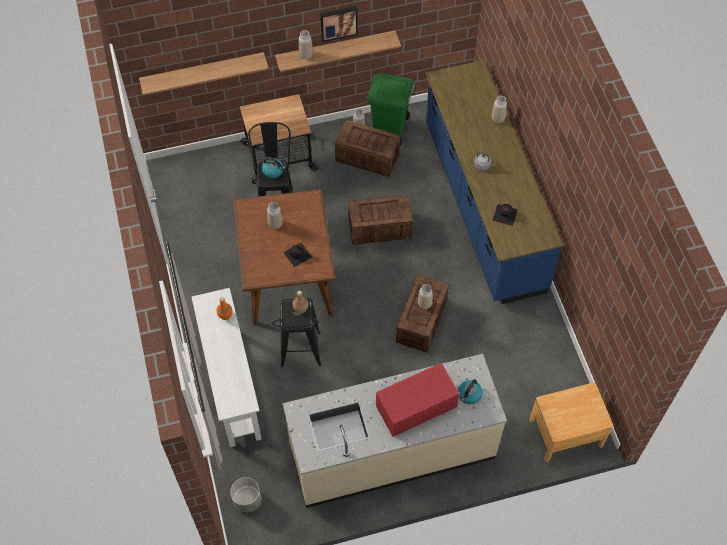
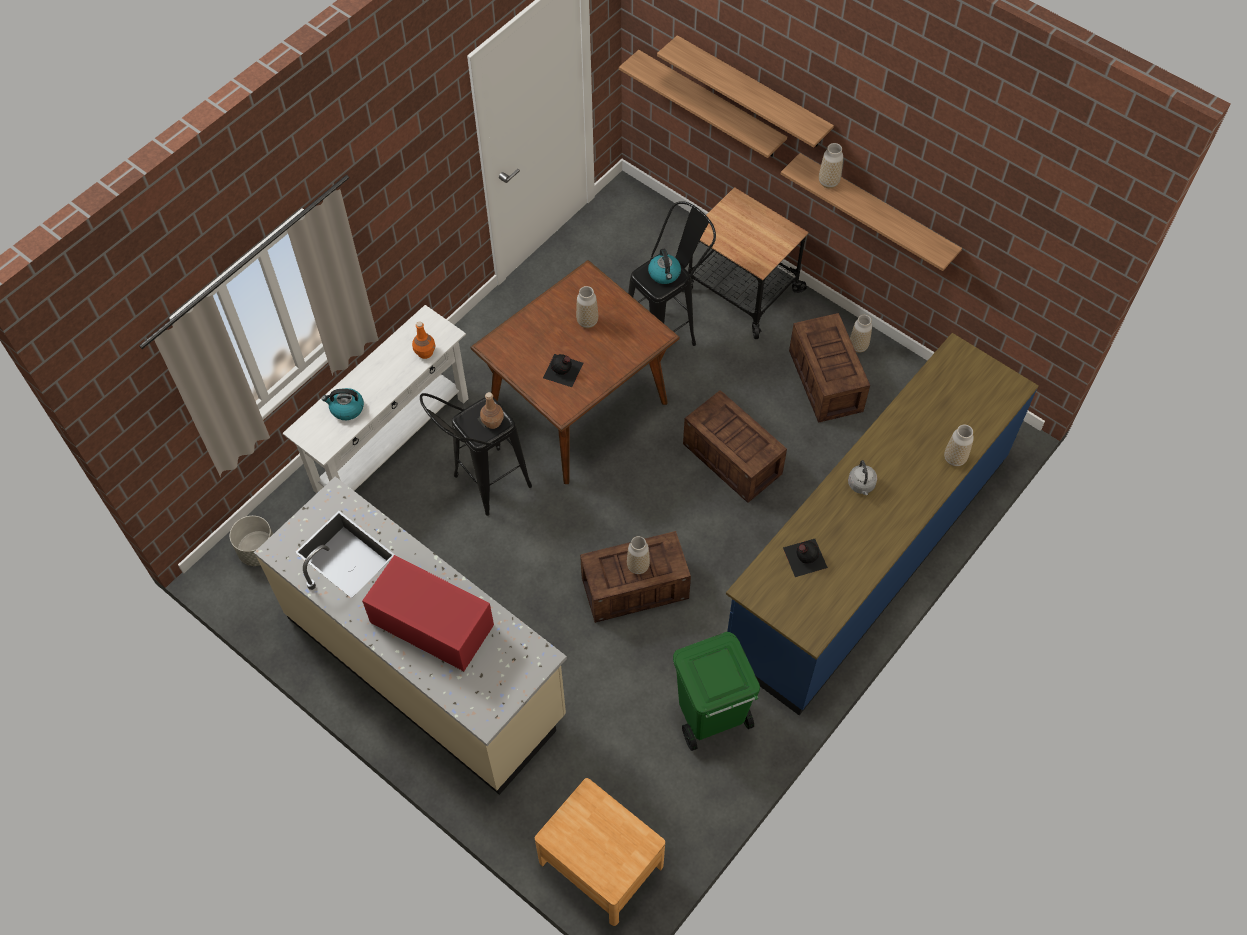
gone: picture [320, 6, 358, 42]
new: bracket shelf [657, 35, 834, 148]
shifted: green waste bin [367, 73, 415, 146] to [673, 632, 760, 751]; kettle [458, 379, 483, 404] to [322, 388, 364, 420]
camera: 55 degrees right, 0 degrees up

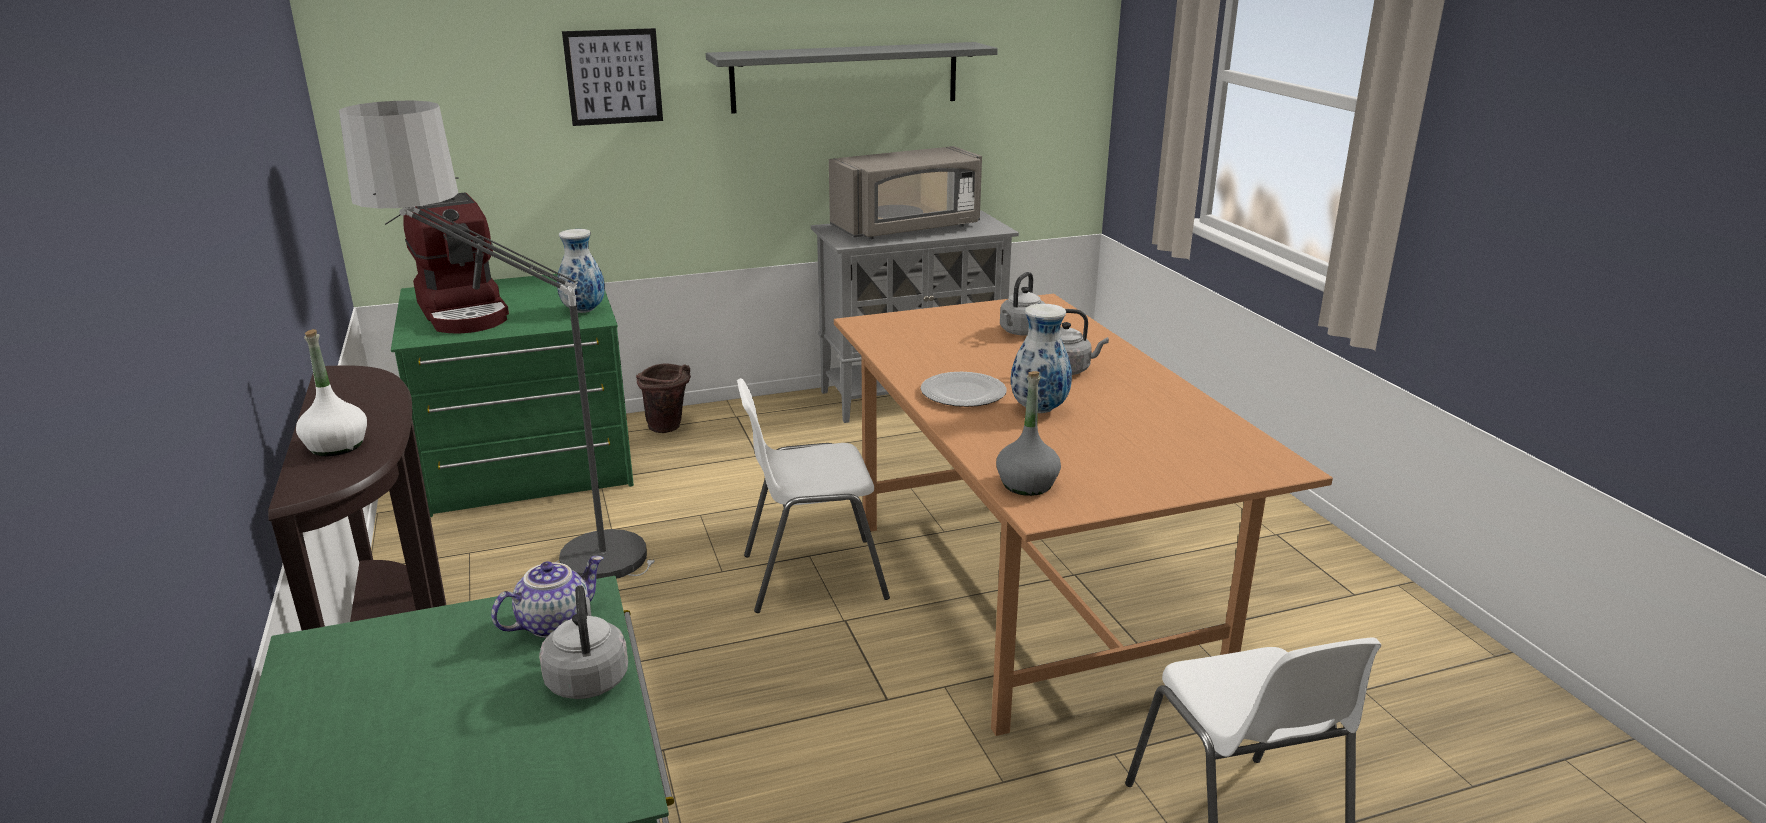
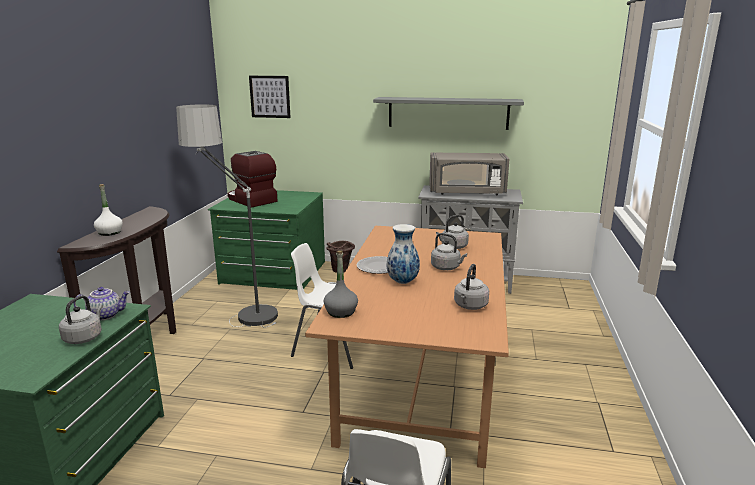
gone: decorative vase [557, 229, 605, 313]
new: gray kettle [454, 264, 489, 310]
shifted: picture [562, 28, 663, 126] to [249, 76, 291, 118]
rotated: coffee maker [403, 192, 509, 334] = [227, 151, 278, 208] 135 degrees clockwise
camera: 30 degrees right, 5 degrees down

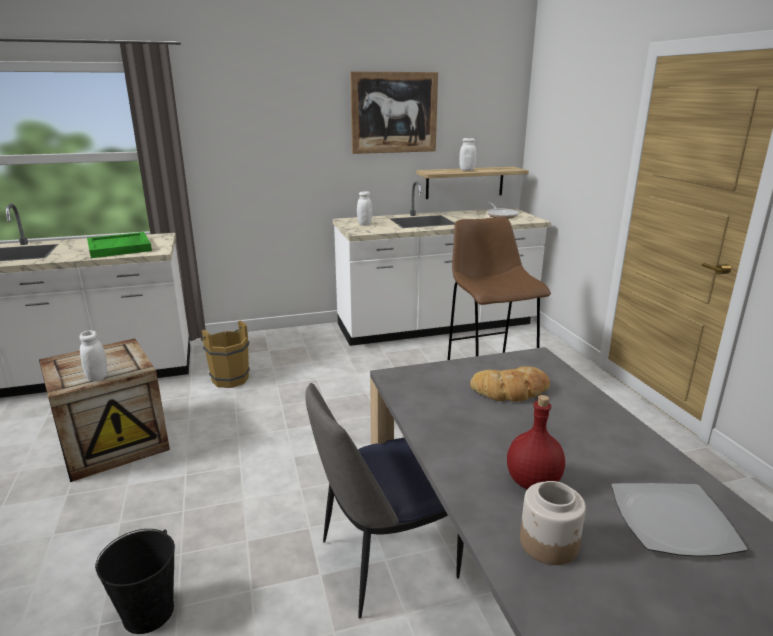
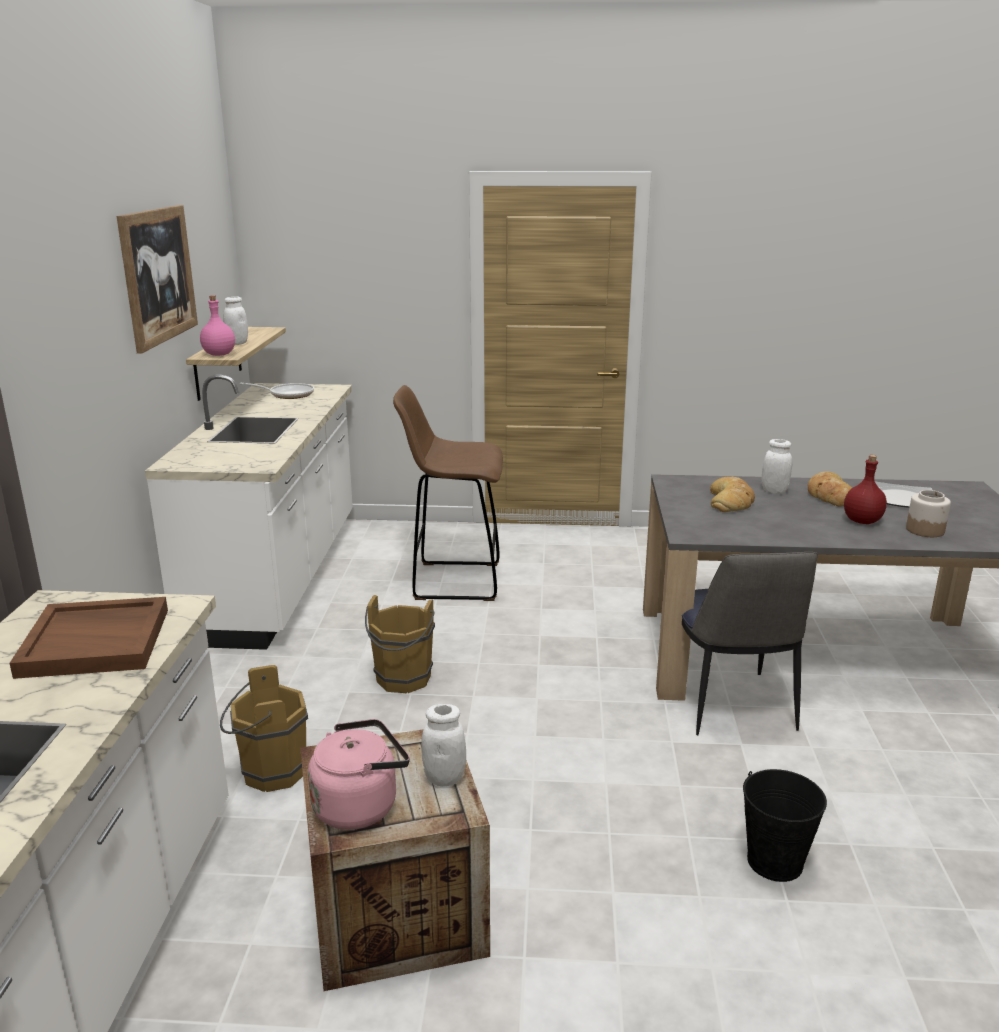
new: pink-coloured bottle [200, 295, 235, 356]; pink-coloured kettle [308, 719, 410, 830]; brownish pail [365, 595, 435, 693]; bakery bread [808, 471, 852, 506]
shifted: whitish jar [357, 191, 372, 226] to [762, 439, 793, 494]
repainted: green serving tray [87, 232, 152, 258] to brownish serving tray [9, 597, 168, 679]
camera: 70 degrees left, 0 degrees up

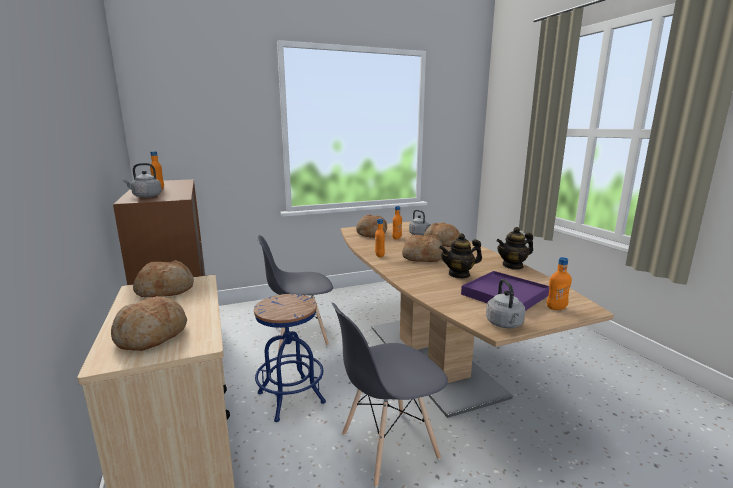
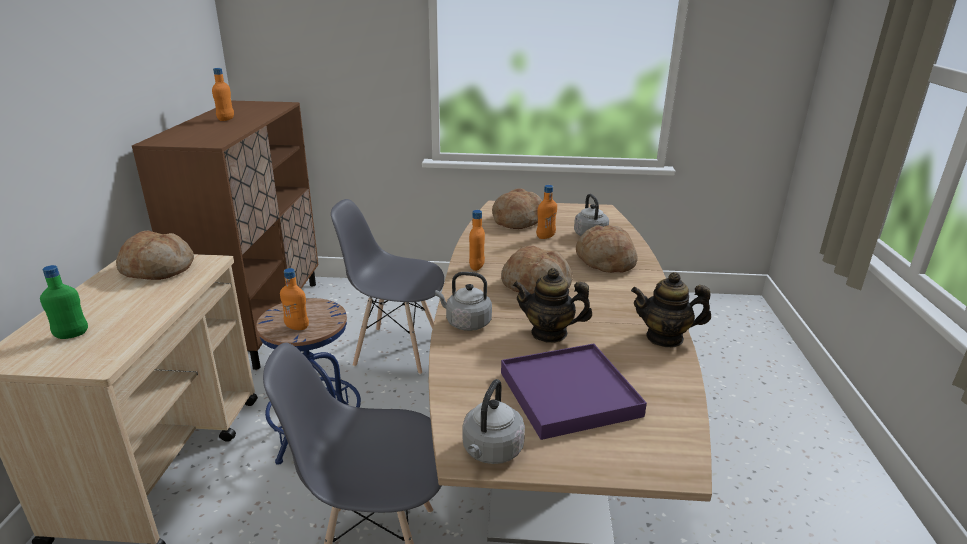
shifted: gray kettle [123, 163, 162, 198] to [435, 272, 492, 331]; orangey bottle [547, 257, 572, 310] to [280, 268, 309, 330]
swapped: bakery bread [111, 296, 187, 351] to green bottle [40, 265, 88, 339]
camera: 25 degrees right, 10 degrees up

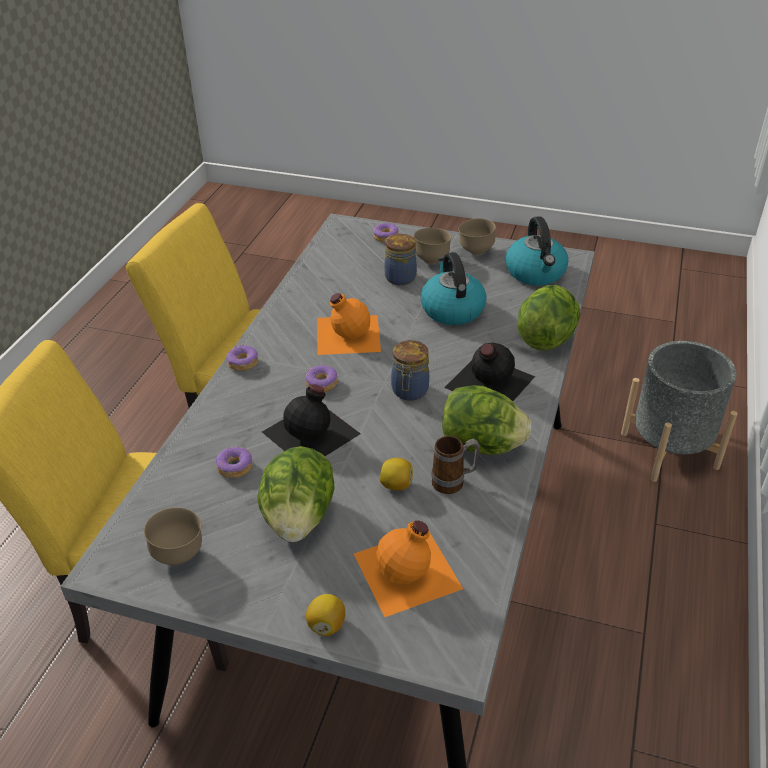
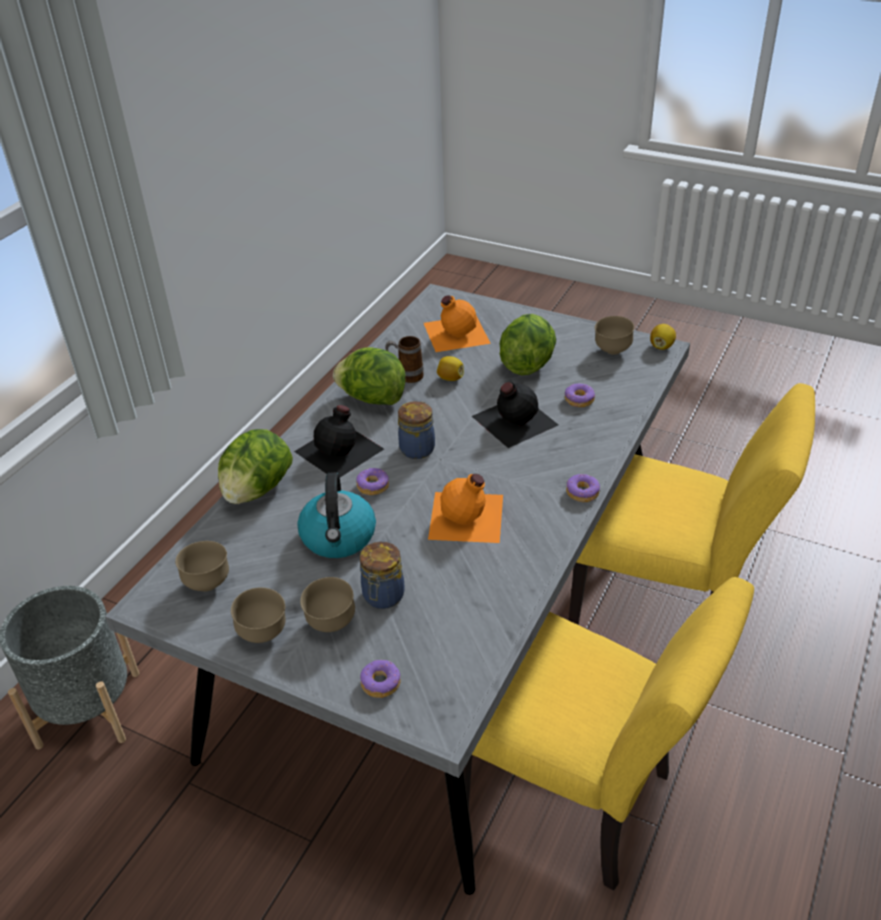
shifted: donut [305, 365, 338, 392] to [356, 468, 389, 495]; lemon [306, 594, 345, 636] to [650, 324, 676, 350]
swapped: kettle [505, 216, 569, 285] to brownish bowl [175, 541, 229, 591]
camera: 170 degrees left, 0 degrees up

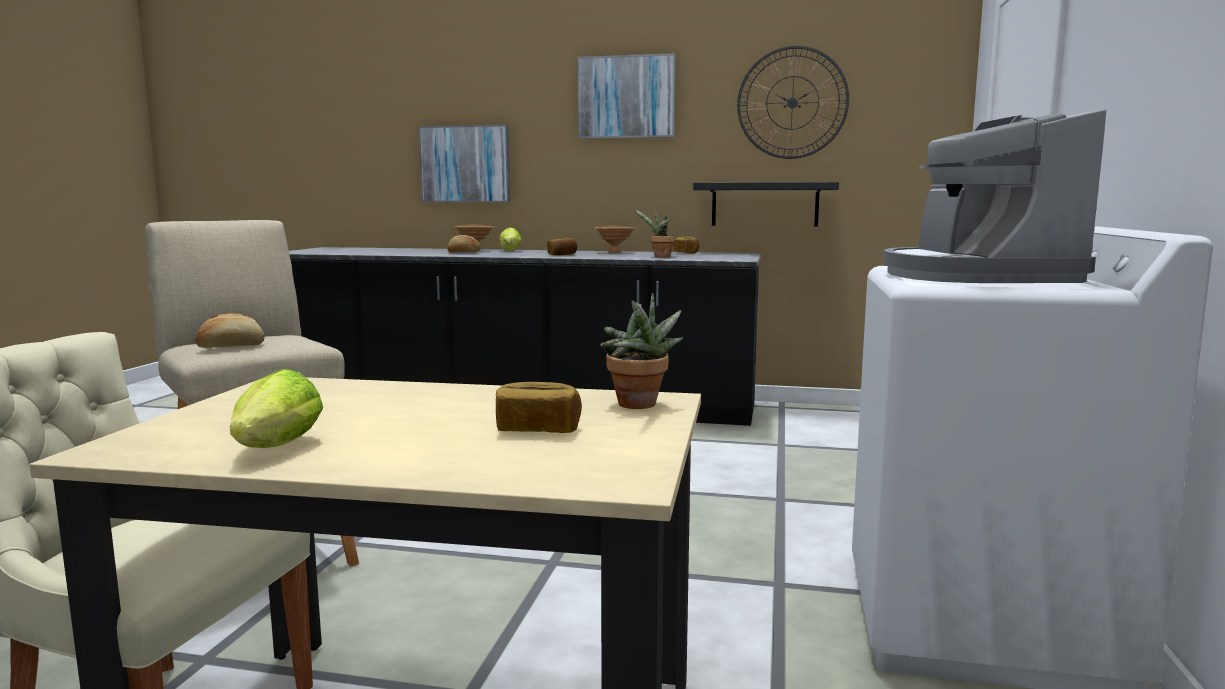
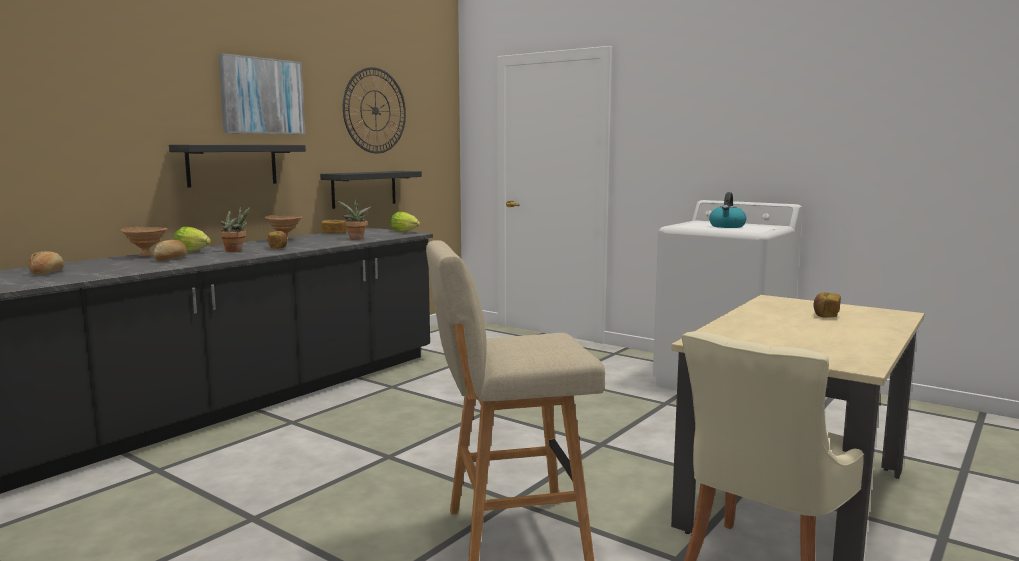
gone: picture [418, 125, 510, 202]
new: blackish bracket shelf [169, 145, 306, 188]
shifted: bakery bread [195, 313, 265, 348] to [28, 251, 64, 275]; head of lettuce [230, 369, 323, 448] to [391, 212, 420, 232]; plant in a pot [600, 293, 683, 409] to [220, 205, 250, 252]
swapped: coffee maker [883, 109, 1106, 283] to kettle [709, 192, 746, 228]
camera: 65 degrees left, 0 degrees up

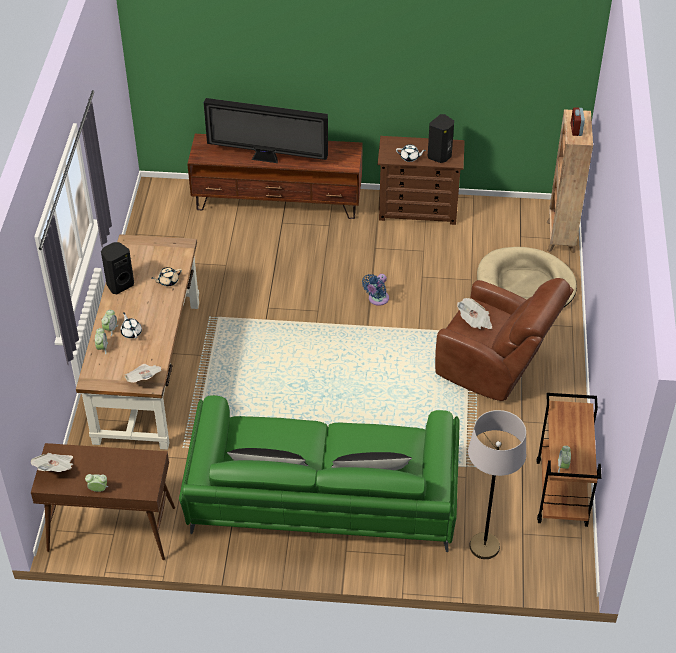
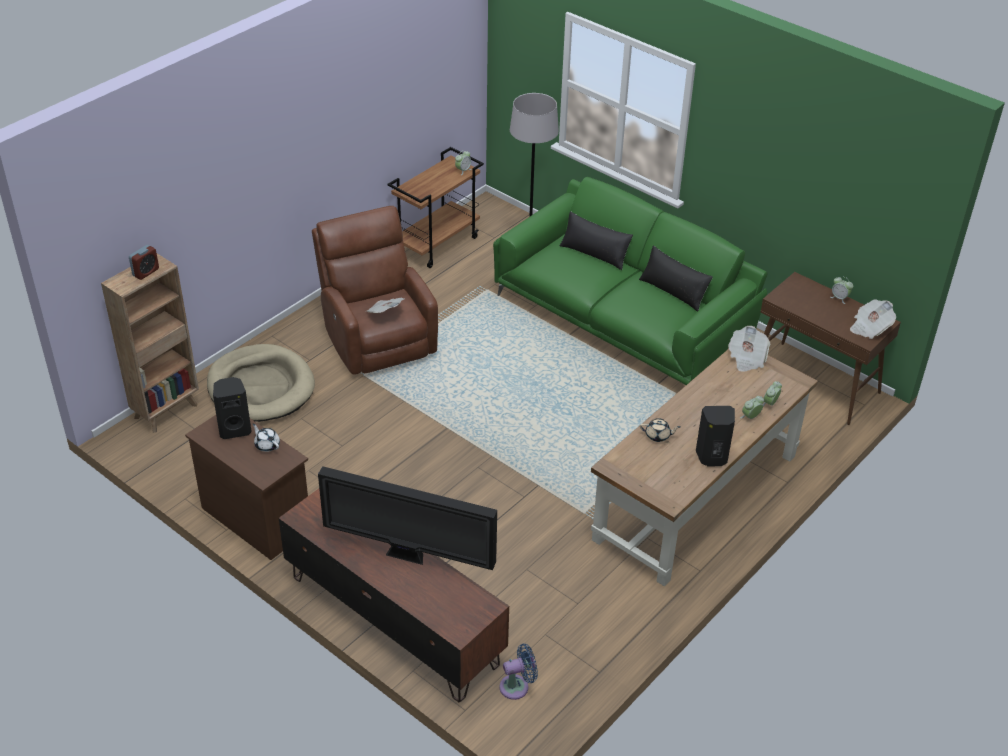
gone: whitish tea pot [120, 312, 142, 338]
shifted: blue fan [362, 274, 389, 306] to [499, 644, 538, 700]
rotated: TV set [204, 98, 328, 163] = [318, 466, 497, 570] 150 degrees clockwise
camera: 145 degrees left, 5 degrees down

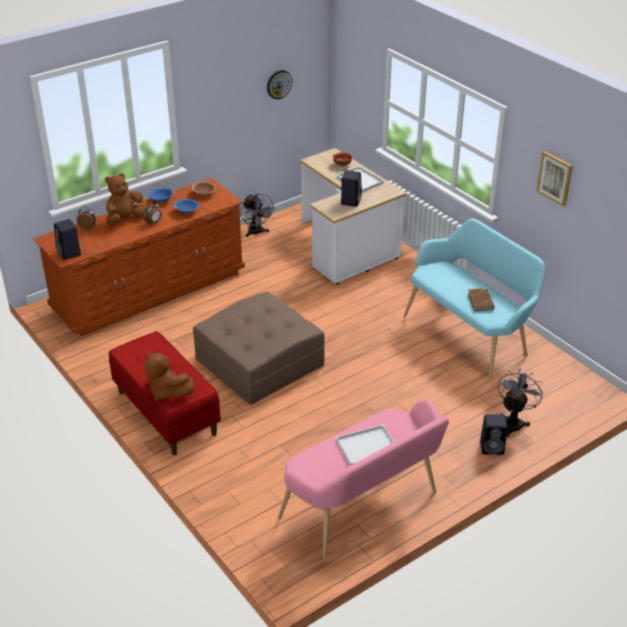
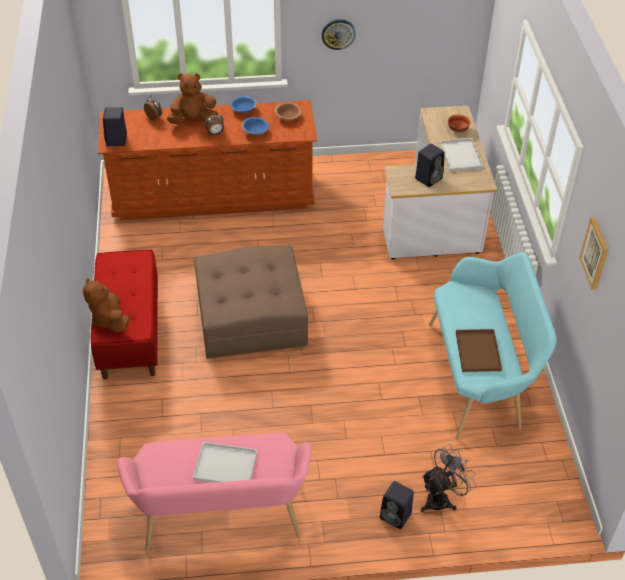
gone: gray fan [241, 194, 275, 237]
shifted: wall clock [267, 70, 292, 99] to [322, 19, 356, 50]
swapped: brownish volume [468, 288, 495, 311] to brownish serving tray [456, 329, 502, 372]
camera: 30 degrees right, 10 degrees up

